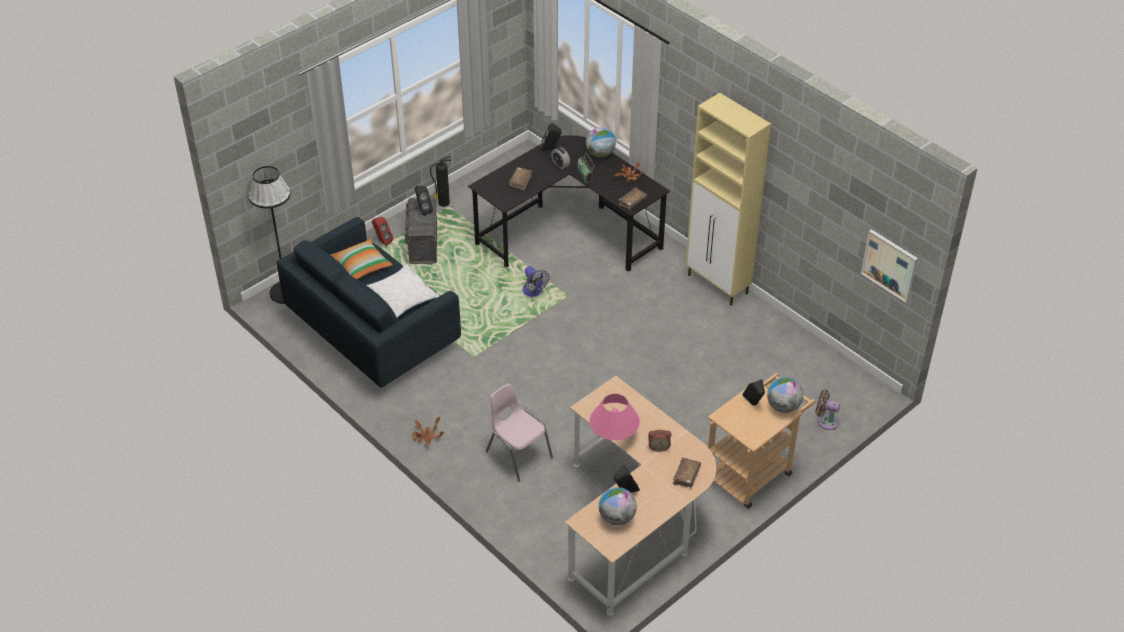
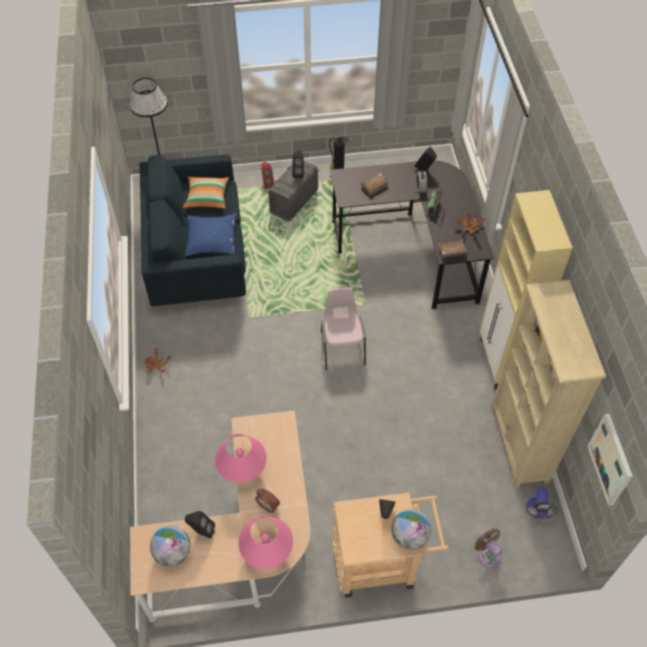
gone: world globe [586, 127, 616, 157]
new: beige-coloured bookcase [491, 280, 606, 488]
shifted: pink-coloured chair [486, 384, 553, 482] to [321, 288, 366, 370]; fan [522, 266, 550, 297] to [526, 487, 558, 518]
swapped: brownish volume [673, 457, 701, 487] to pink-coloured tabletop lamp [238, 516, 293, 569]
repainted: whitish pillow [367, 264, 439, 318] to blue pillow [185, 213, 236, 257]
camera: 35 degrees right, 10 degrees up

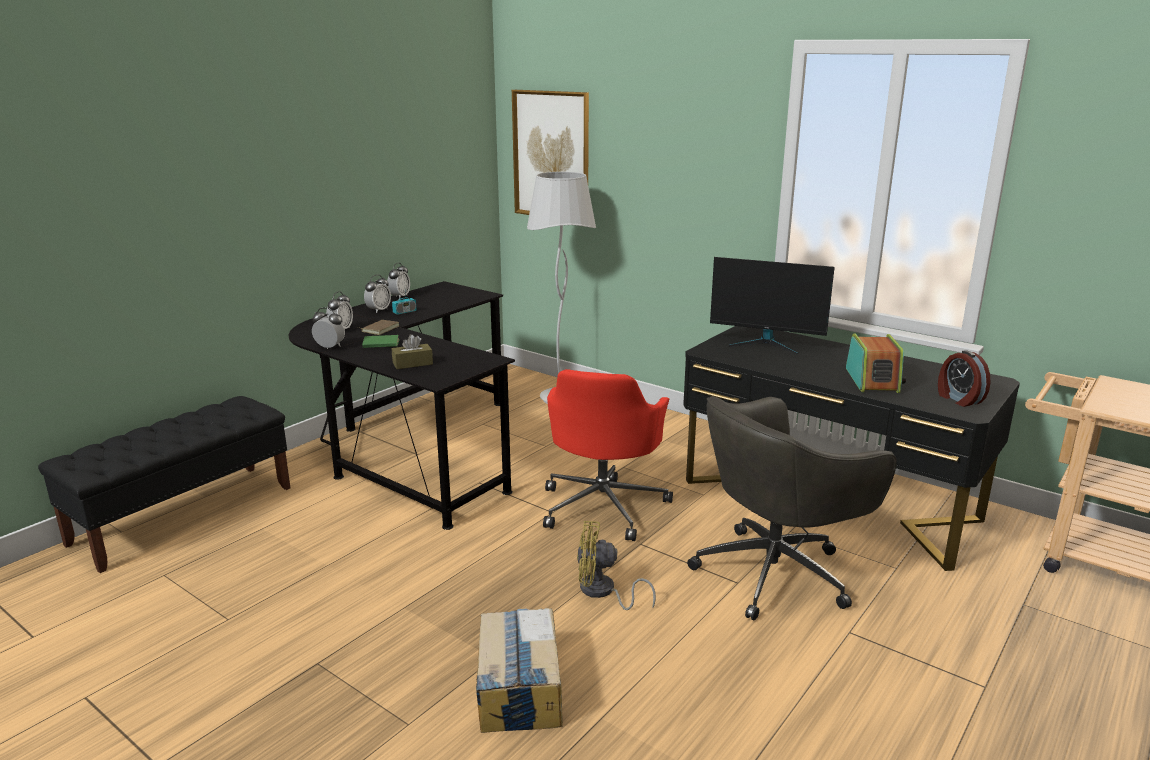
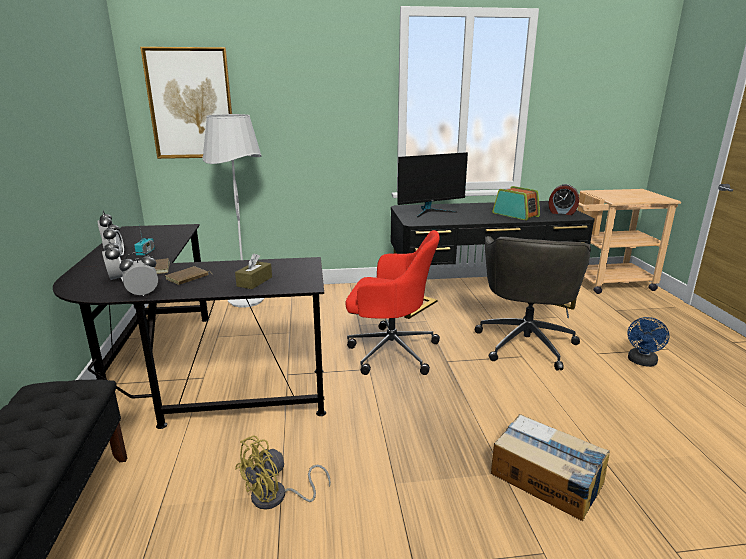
new: blue fan [627, 317, 669, 367]
shifted: yellow-coloured fan [577, 521, 656, 610] to [235, 435, 331, 509]
repainted: green volume [362, 335, 400, 348] to brownish volume [165, 266, 212, 285]
rotated: reddish office chair [543, 369, 673, 541] = [345, 230, 440, 375] 45 degrees counterclockwise
camera: 45 degrees left, 0 degrees up

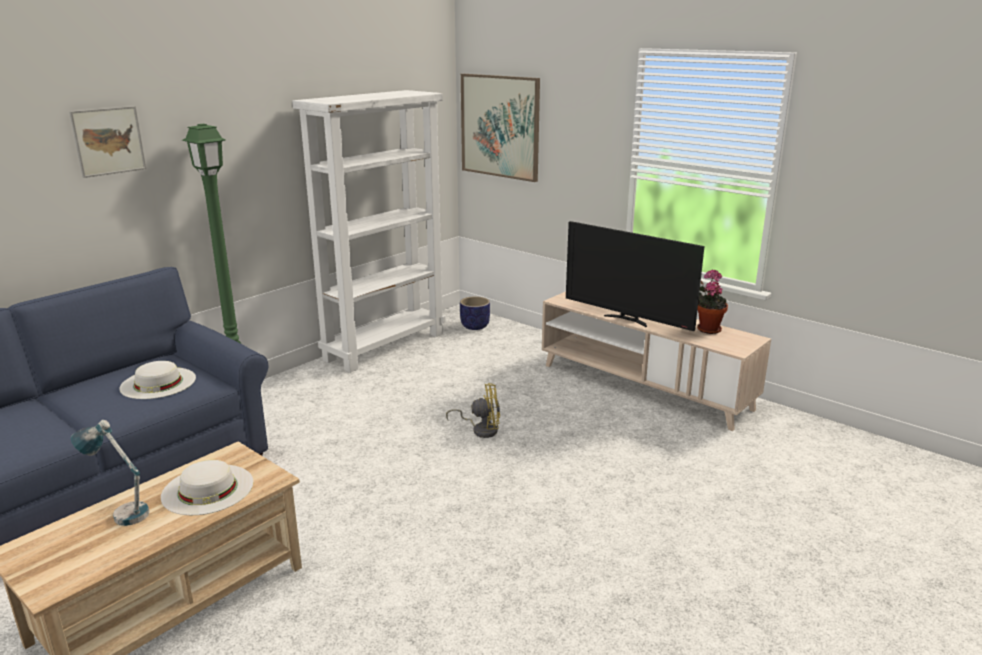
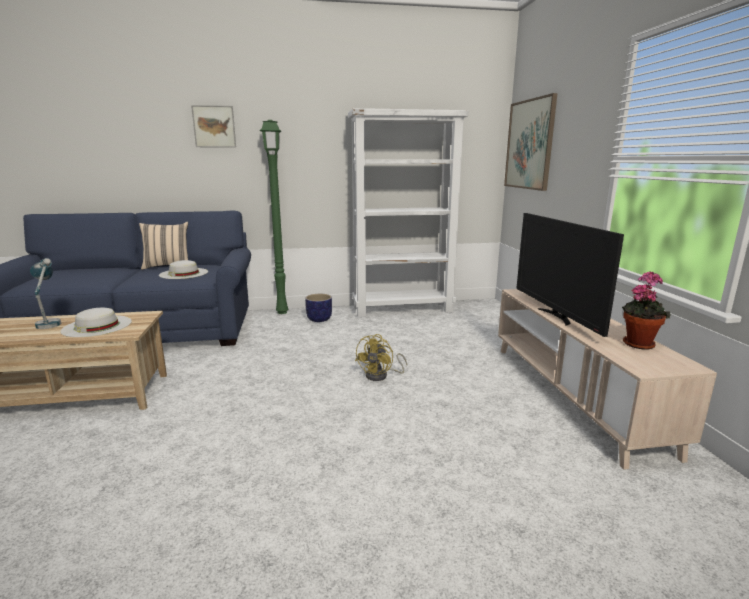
new: beige-coloured pillow [139, 222, 188, 270]
shifted: plant pot [460, 296, 490, 330] to [305, 294, 332, 322]
rotated: yellow-coloured fan [446, 383, 500, 438] = [355, 334, 407, 381] 75 degrees clockwise
camera: 40 degrees right, 5 degrees down

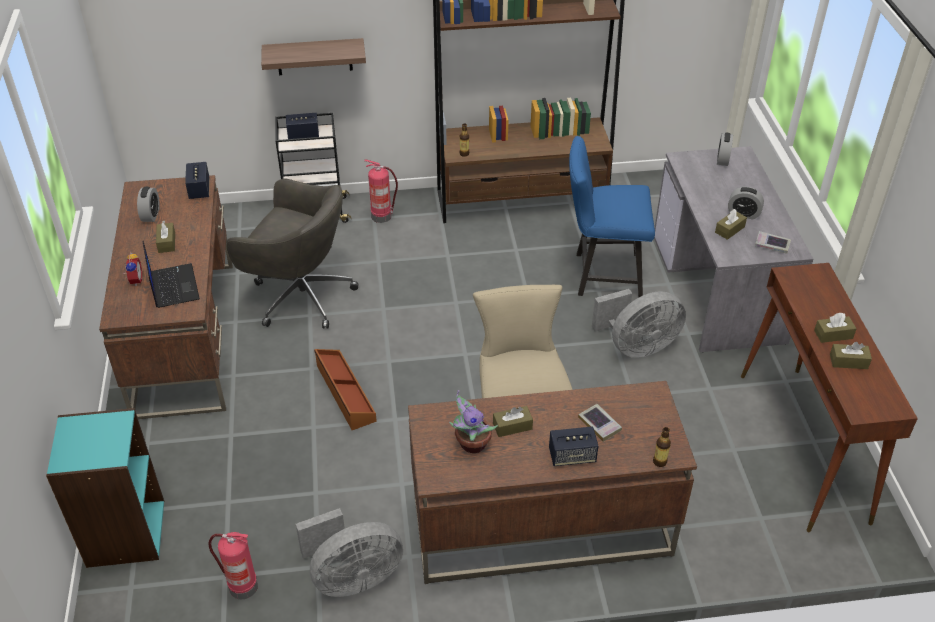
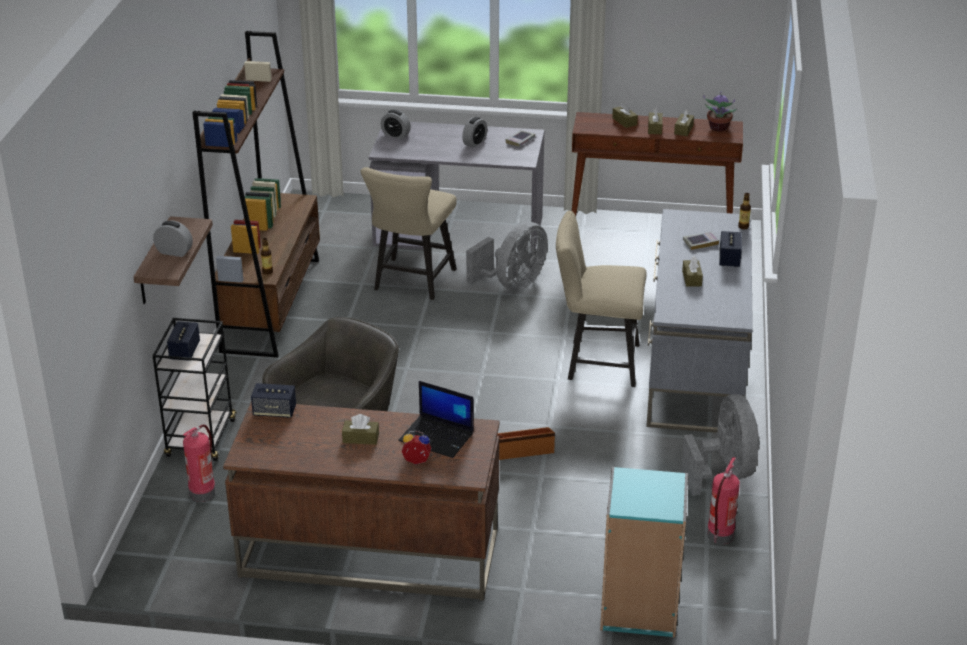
shifted: bedside clock [137, 187, 160, 222] to [153, 220, 193, 257]; fire-fighting cylinder [364, 159, 398, 223] to [183, 424, 215, 502]; plant in a pot [449, 390, 498, 453] to [703, 91, 737, 131]; brownish tissue box [715, 209, 747, 240] to [612, 102, 638, 128]
repainted: brownish desk table [408, 381, 697, 584] to gray desk table [646, 209, 753, 433]; blue chair [569, 136, 655, 297] to beige-coloured chair [361, 167, 457, 300]
rotated: laptop [142, 241, 200, 308] = [398, 381, 474, 458] 150 degrees counterclockwise; gray fan [592, 289, 686, 358] = [466, 222, 548, 291] 45 degrees clockwise
camera: 75 degrees left, 10 degrees down

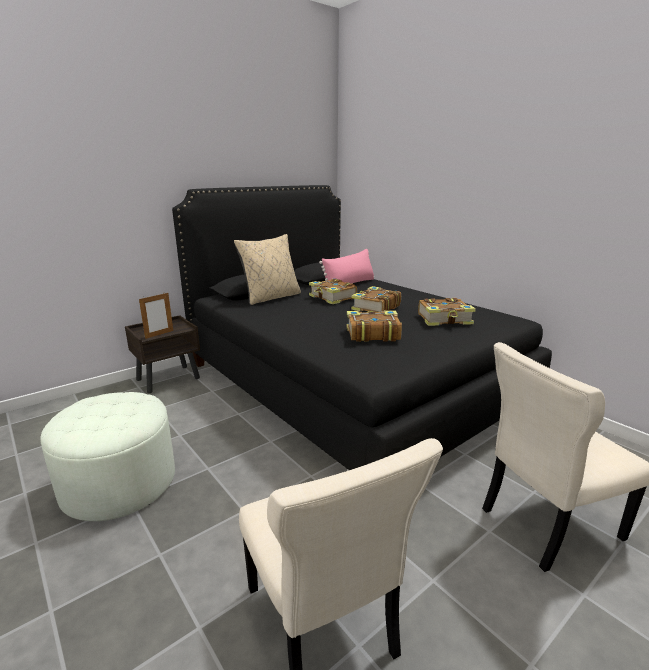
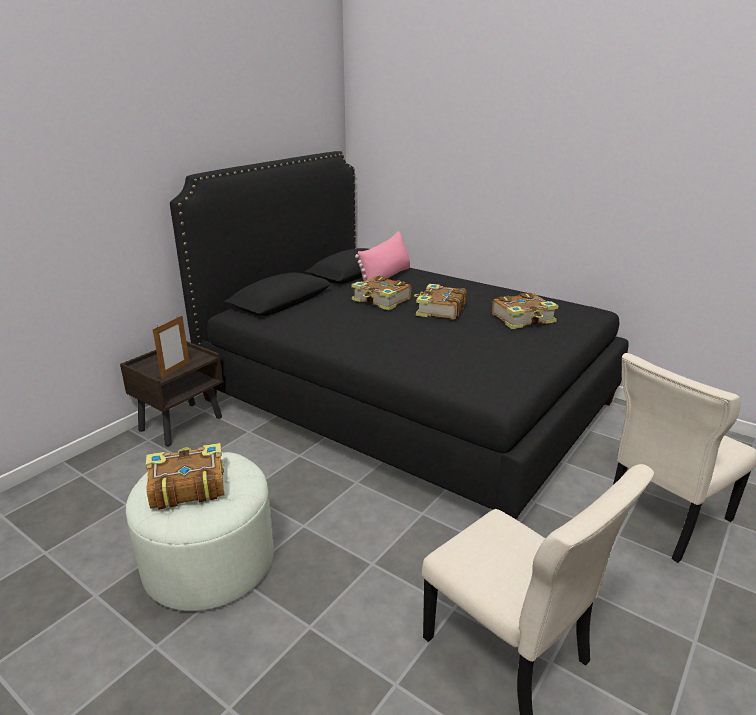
gone: beige-coloured pillow [234, 234, 301, 305]
shifted: volume [347, 310, 402, 342] to [146, 443, 224, 510]
camera: 15 degrees left, 5 degrees up

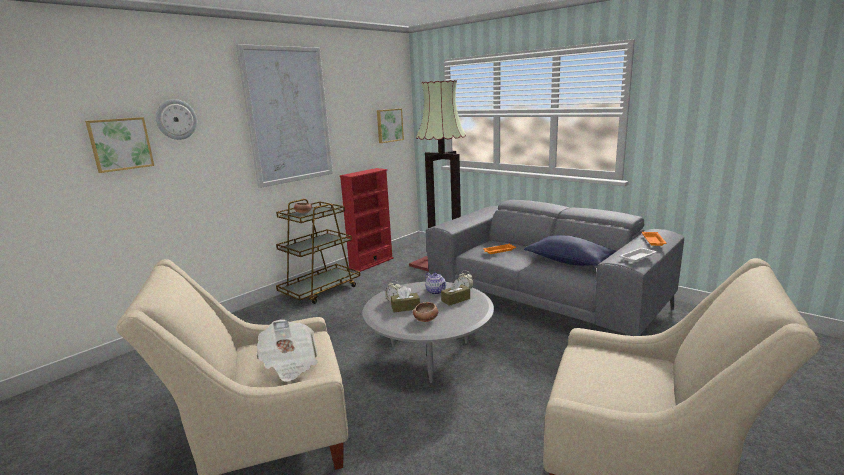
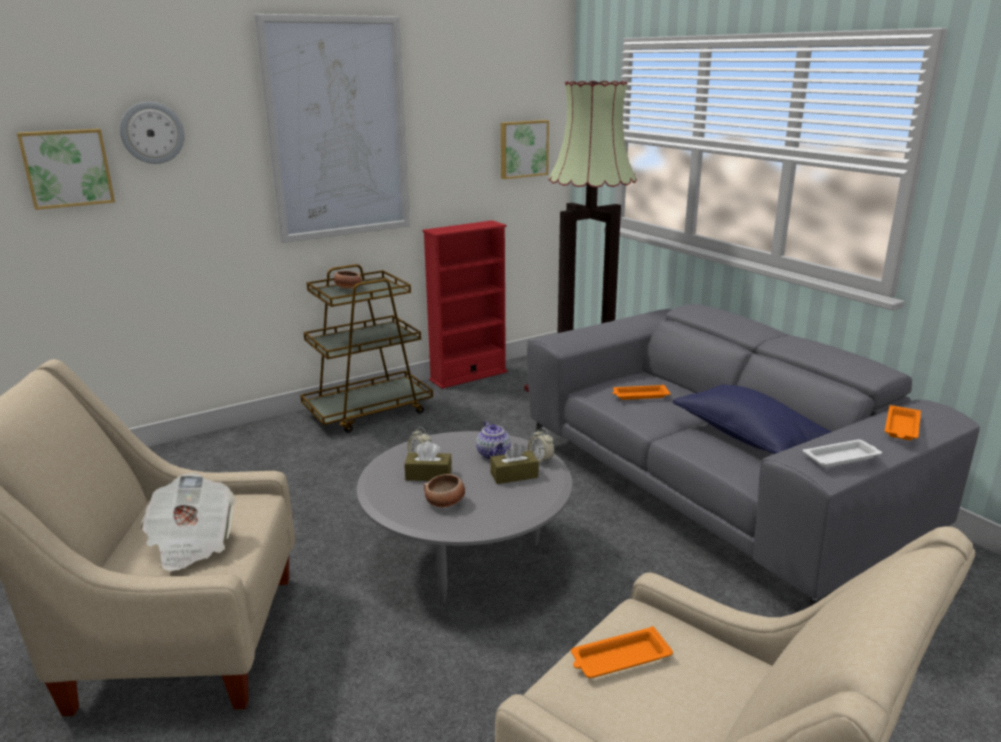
new: orangey serving tray [571, 626, 673, 678]
camera: 15 degrees right, 5 degrees up

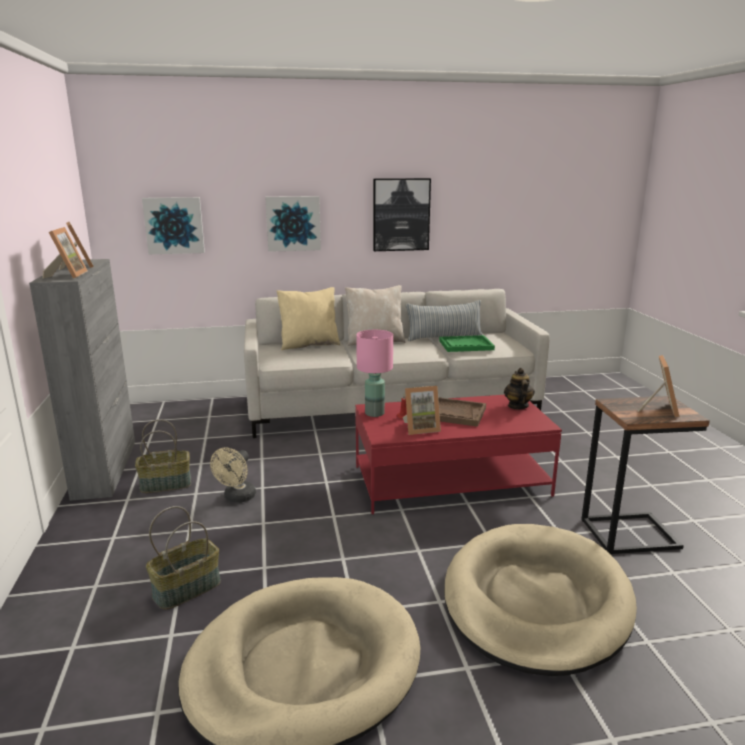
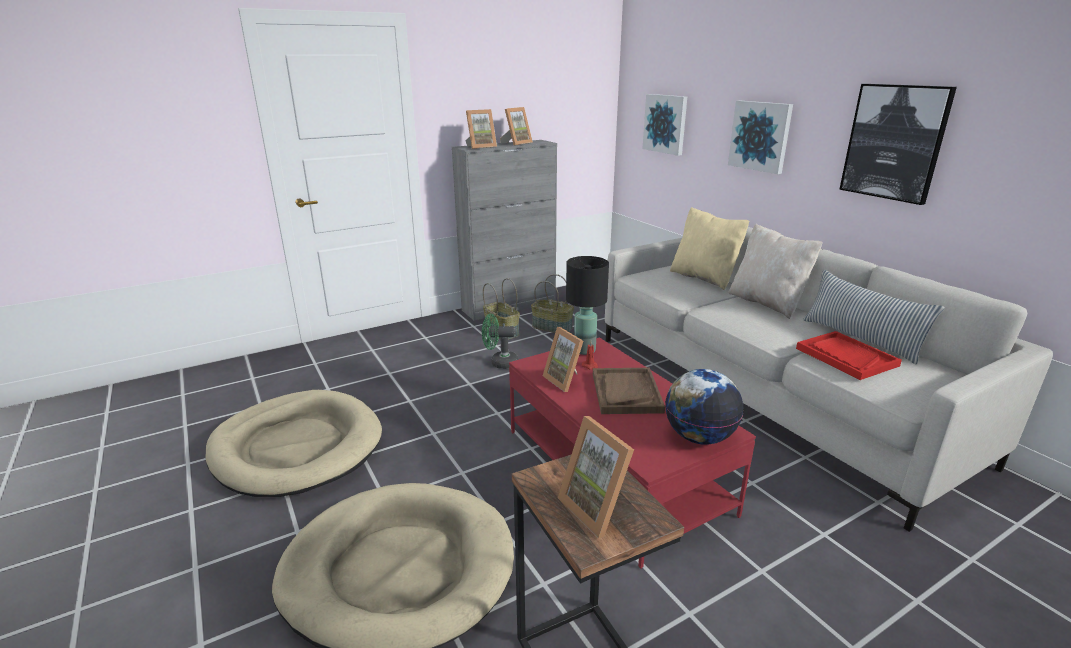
shifted: storage basket [146, 506, 221, 610] to [531, 274, 574, 333]
swapped: tea pot [504, 368, 535, 409] to world globe [665, 369, 743, 445]
repainted: beige-coloured fan [210, 447, 256, 503] to green fan [482, 314, 518, 369]; pink-coloured tabletop lamp [356, 330, 393, 417] to blackish tabletop lamp [566, 256, 609, 355]; green serving tray [439, 335, 495, 352] to reddish serving tray [796, 331, 902, 380]
rotated: picture frame [638, 355, 680, 417] = [558, 416, 634, 538] 60 degrees clockwise
camera: 70 degrees right, 5 degrees up

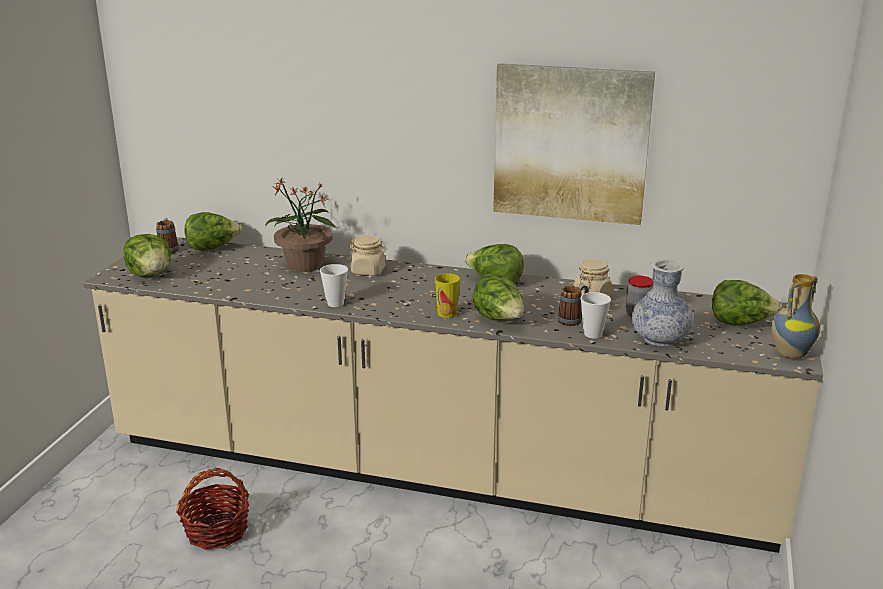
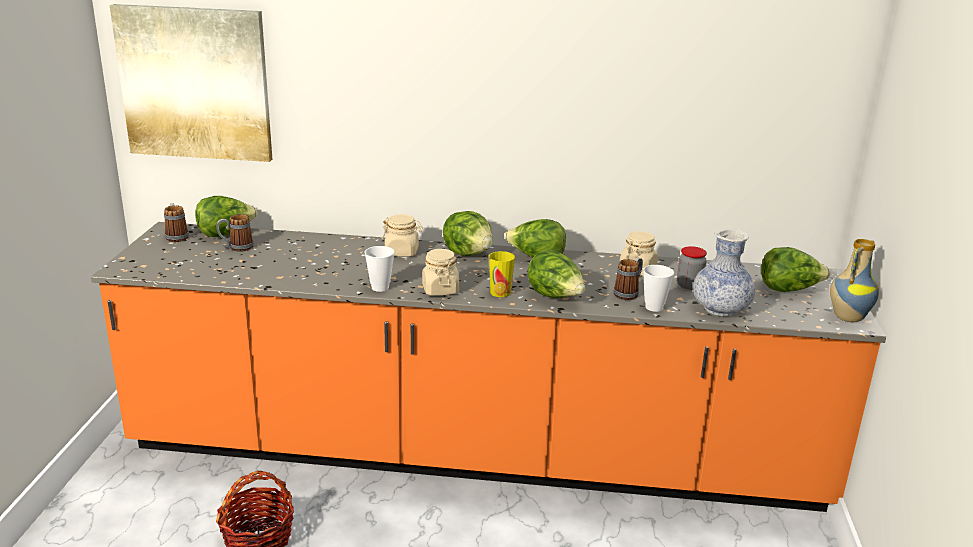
gone: plant in a pot [265, 178, 337, 272]
new: coffee mug [216, 214, 253, 252]; beige-coloured jar [422, 249, 459, 296]
shifted: head of lettuce [123, 234, 171, 278] to [443, 211, 493, 256]; picture [493, 63, 655, 225] to [110, 4, 272, 162]
repainted: beige-coloured counter [83, 235, 823, 553] to orangey counter [91, 222, 886, 512]
camera: 10 degrees left, 0 degrees up

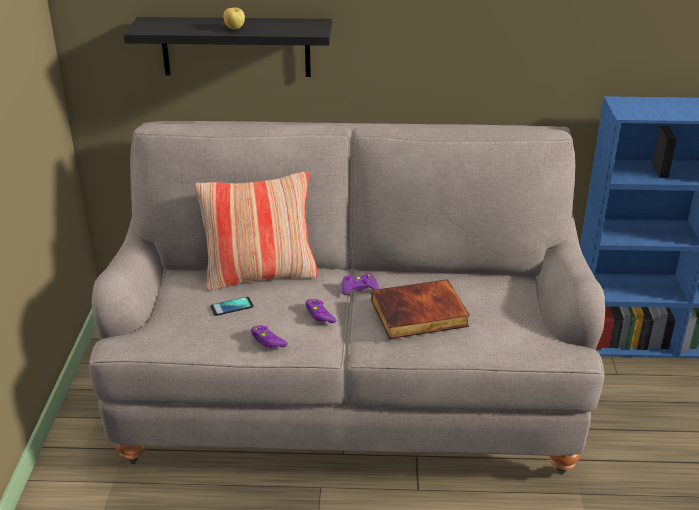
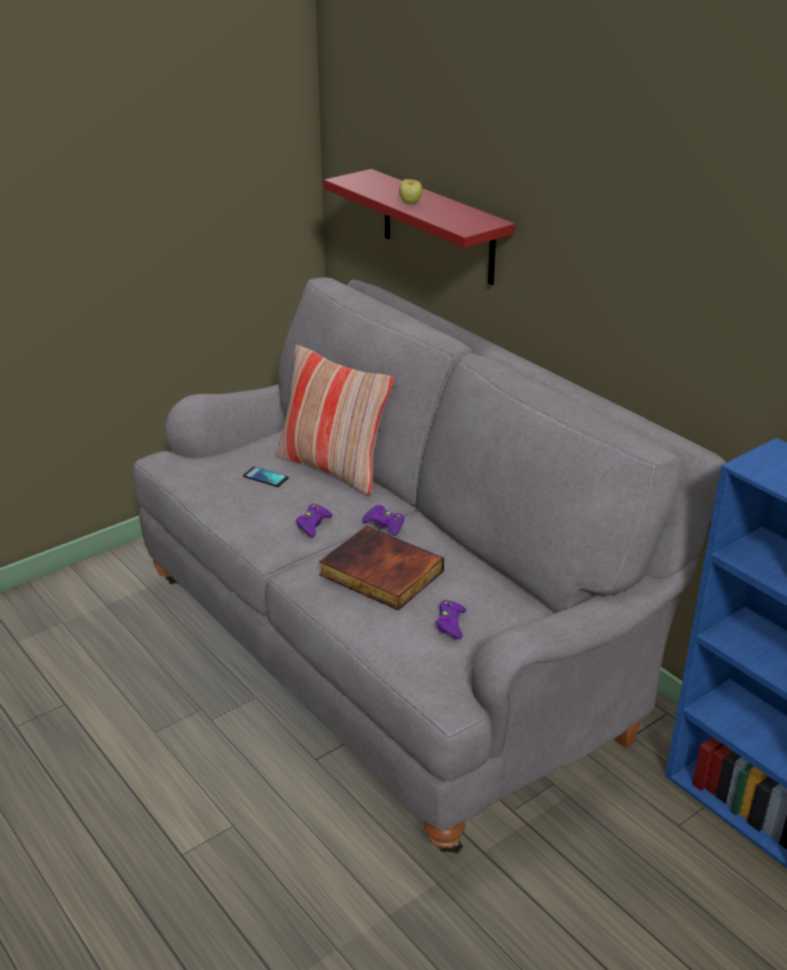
shifted: purplish joypad [251, 325, 288, 348] to [436, 600, 466, 639]
repainted: blackish bracket shelf [124, 17, 332, 77] to reddish bracket shelf [324, 169, 515, 285]
camera: 50 degrees right, 0 degrees up

